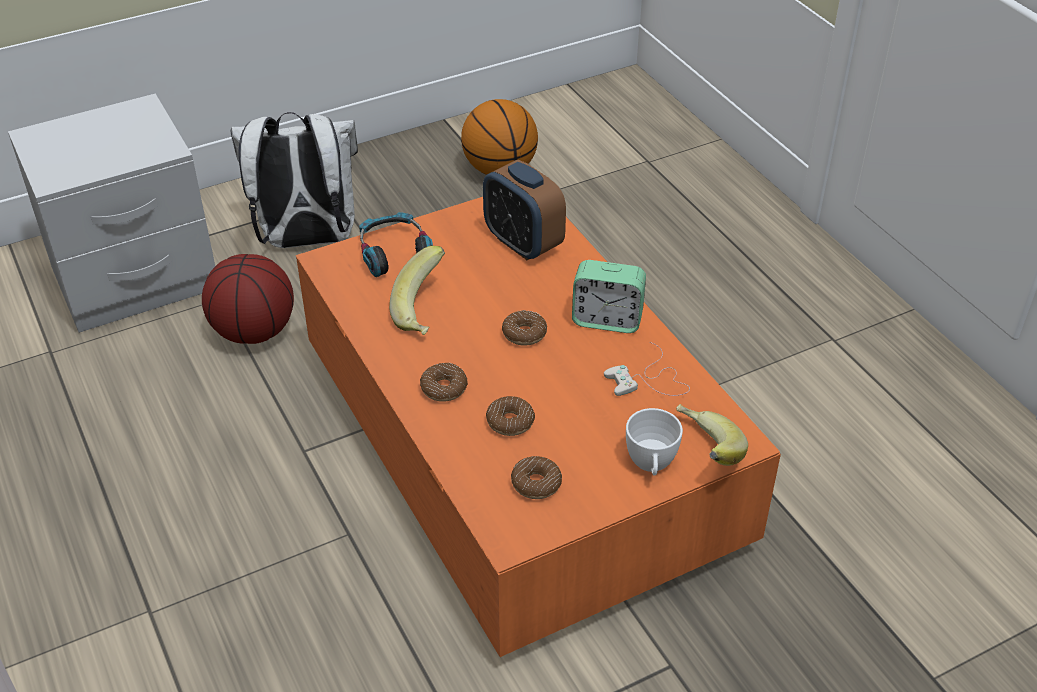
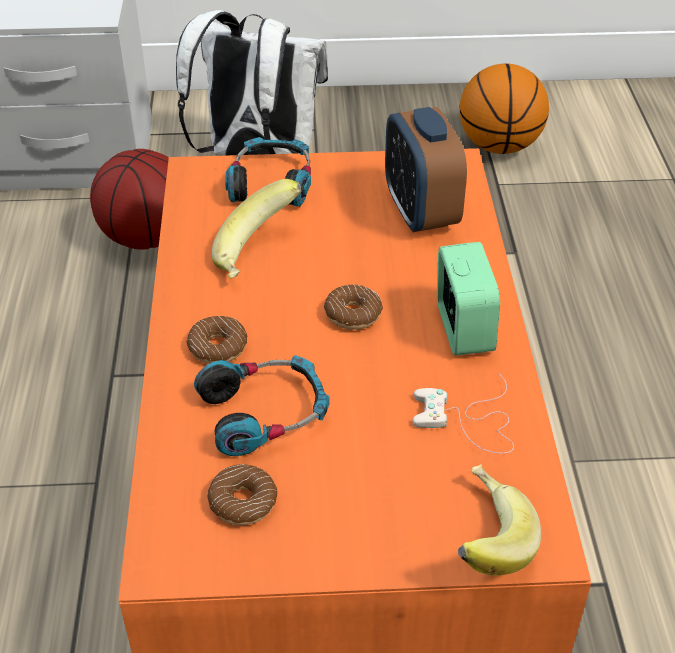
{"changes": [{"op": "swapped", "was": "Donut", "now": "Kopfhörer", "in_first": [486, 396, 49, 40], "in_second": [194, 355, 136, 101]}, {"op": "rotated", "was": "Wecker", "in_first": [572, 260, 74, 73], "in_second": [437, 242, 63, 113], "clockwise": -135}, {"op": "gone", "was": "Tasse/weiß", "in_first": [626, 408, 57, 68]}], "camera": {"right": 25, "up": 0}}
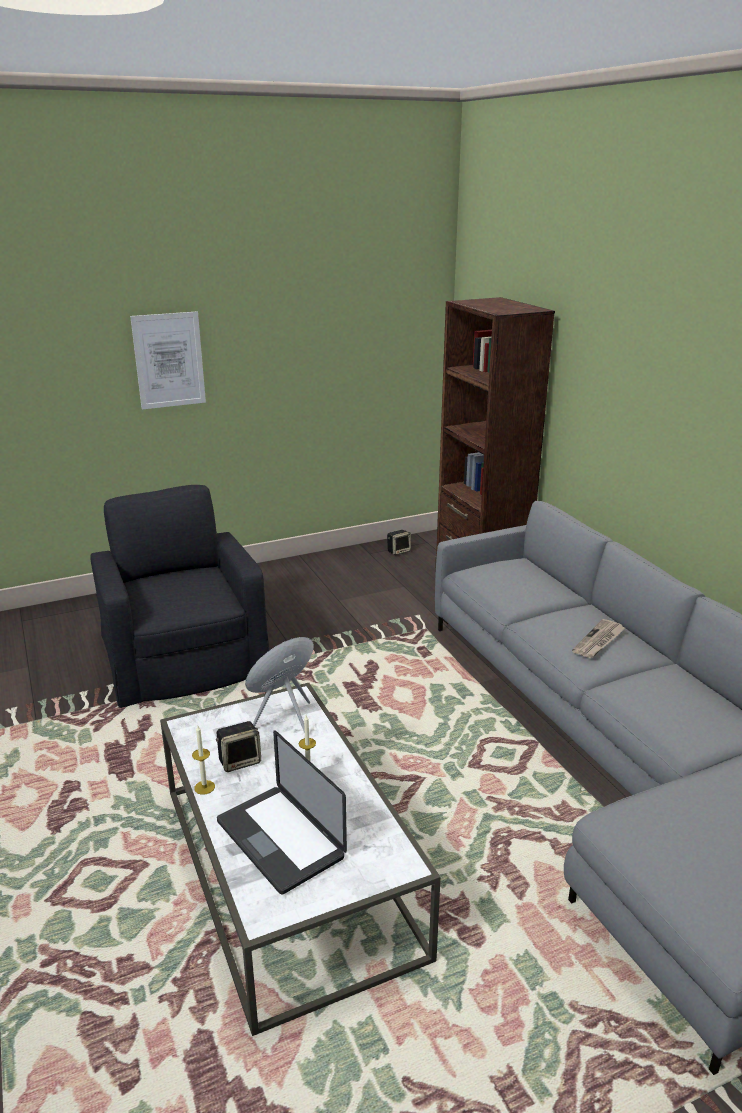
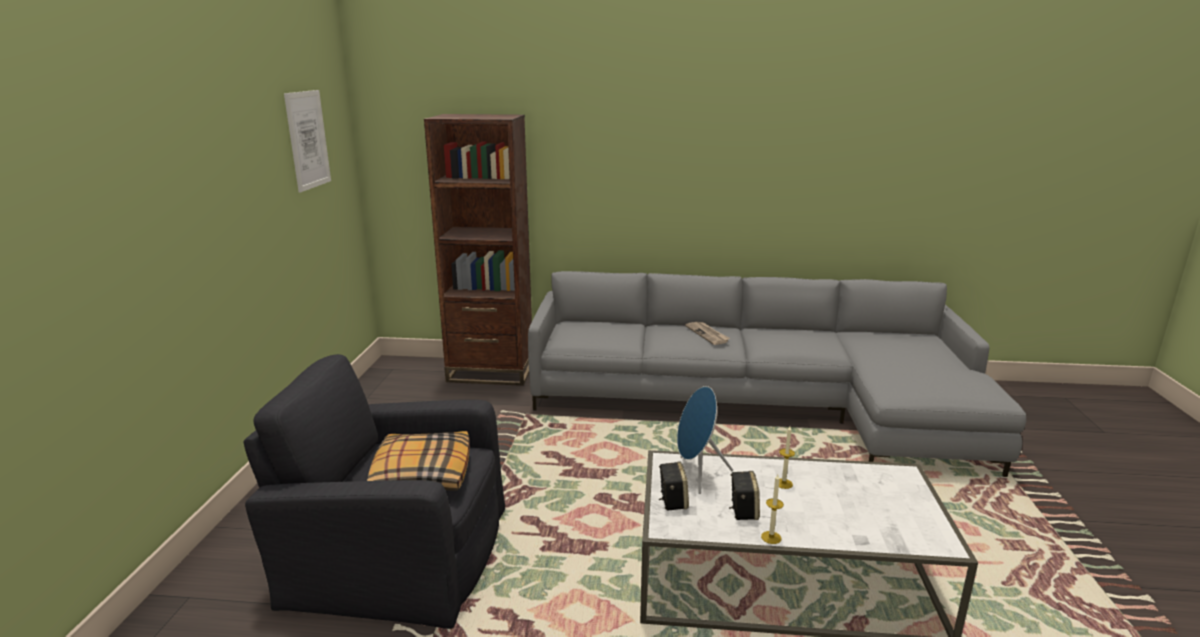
{"changes": [{"op": "shifted", "was": "Bild", "in_first": [130, 311, 76, 99], "in_second": [284, 90, 47, 102]}, {"op": "gone", "was": "Laptop", "in_first": [217, 730, 130, 164]}, {"op": "shifted", "was": "Lautsprecher", "in_first": [387, 530, 24, 25], "in_second": [659, 461, 30, 49]}, {"op": "new", "now": "Kissen", "in_second": [367, 431, 103, 60]}], "camera": {"right": -60, "up": -5}}
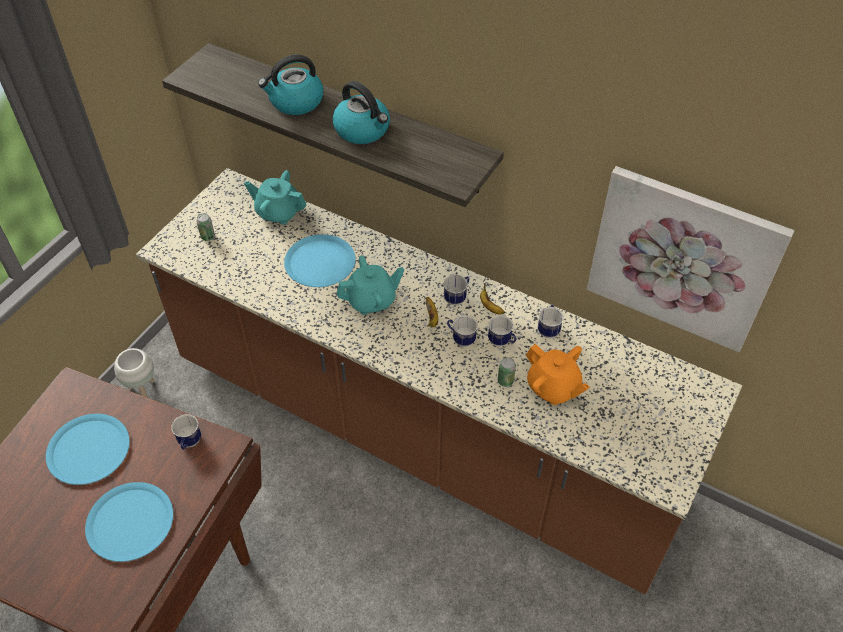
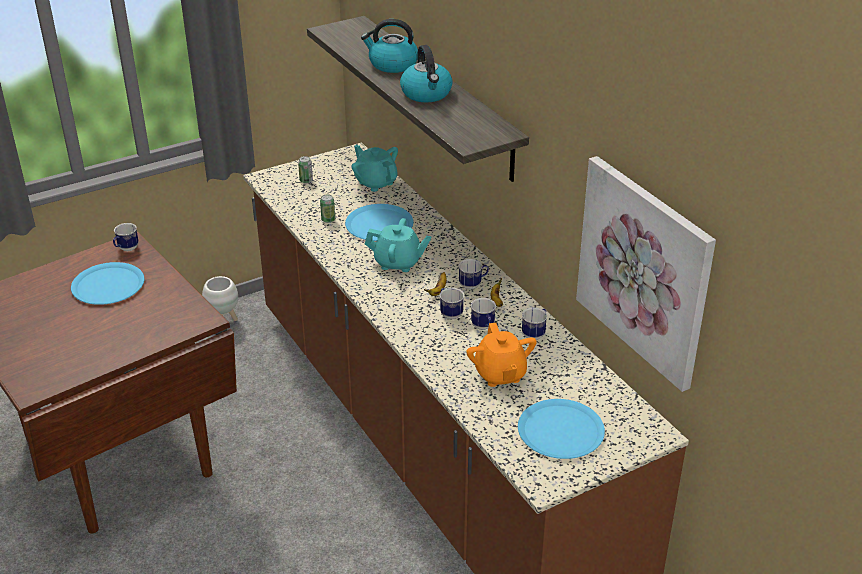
{"changes": [{"op": "shifted", "was": "Teller/blau", "in_first": [85, 482, 88, 80], "in_second": [518, 399, 87, 60]}, {"op": "shifted", "was": "Henkelbecher", "in_first": [171, 414, 30, 36], "in_second": [113, 223, 26, 28]}, {"op": "shifted", "was": "Dose", "in_first": [498, 357, 18, 30], "in_second": [320, 194, 15, 29]}], "camera": {"right": 30, "up": -15}}
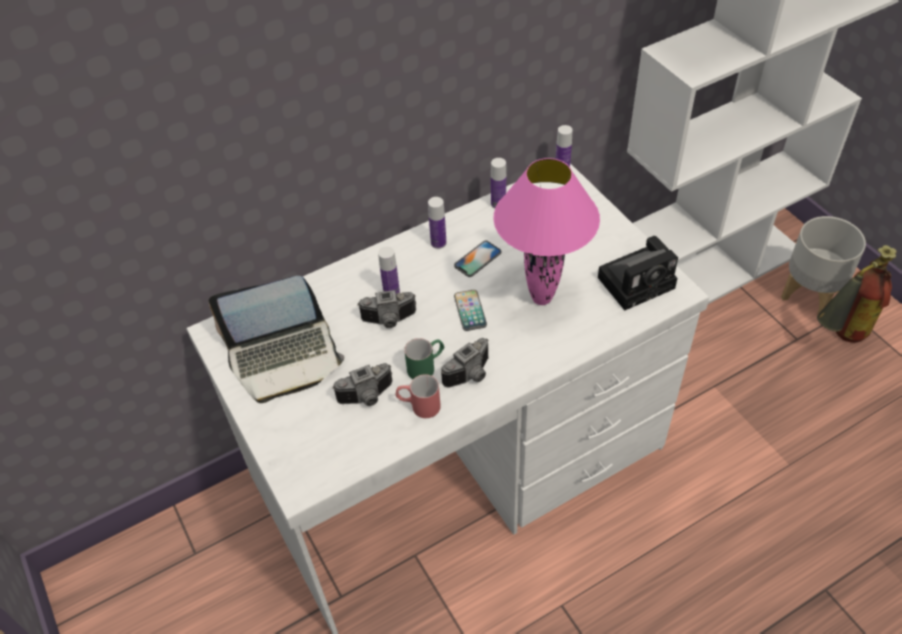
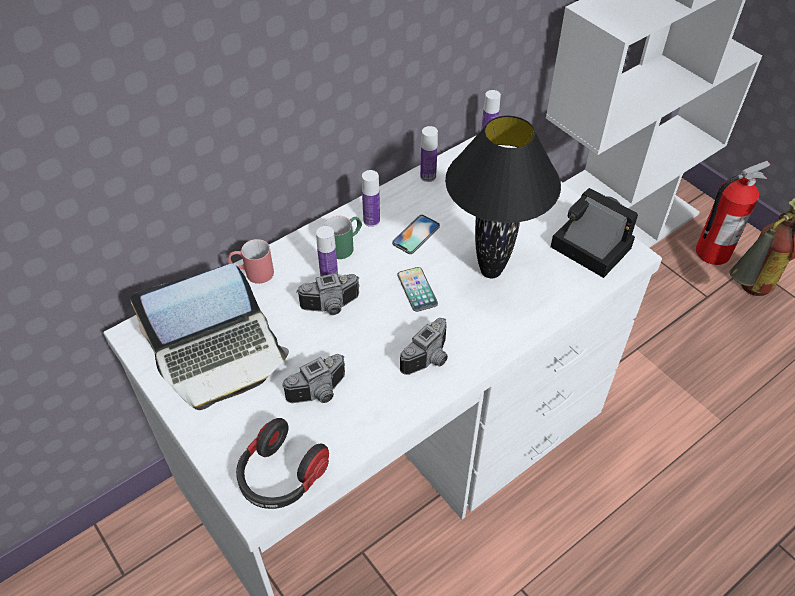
{"changes": [{"op": "shifted", "was": "Henkelbecher/rot", "in_first": [396, 374, 45, 44], "in_second": [228, 239, 46, 45]}, {"op": "shifted", "was": "Henkelbecher/grün", "in_first": [404, 338, 40, 41], "in_second": [324, 216, 38, 43]}, {"op": "repainted", "was": "Tischlampe/rosa", "now": "Tischlampe/schwarz", "in_first": [494, 158, 106, 147], "in_second": [445, 116, 116, 163]}, {"op": "rotated", "was": "Kamera", "in_first": [598, 236, 80, 74], "in_second": [550, 188, 88, 90], "clockwise": -105}, {"op": "swapped", "was": "Pflanzkübel/grau", "now": "Feuerlöscher", "in_first": [781, 216, 85, 98], "in_second": [696, 161, 75, 104]}, {"op": "new", "now": "Kopfhörer", "in_second": [236, 418, 93, 91]}], "camera": {"right": -10, "up": 0}}
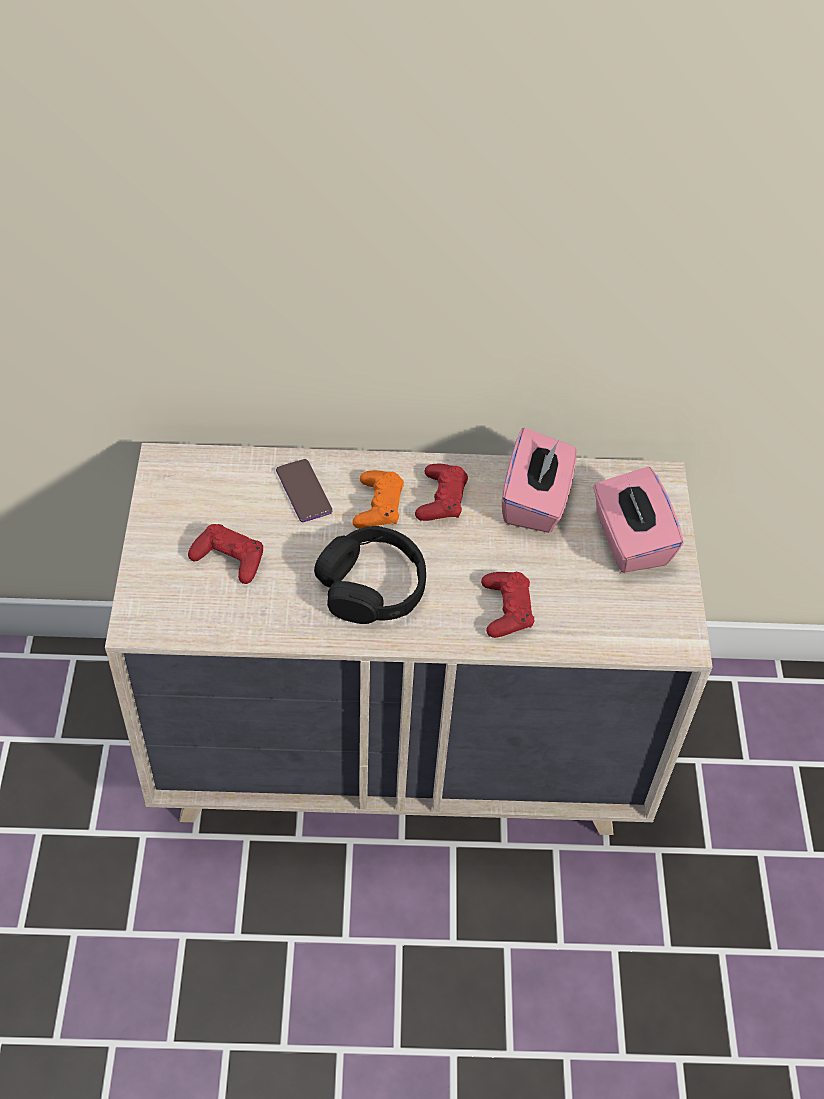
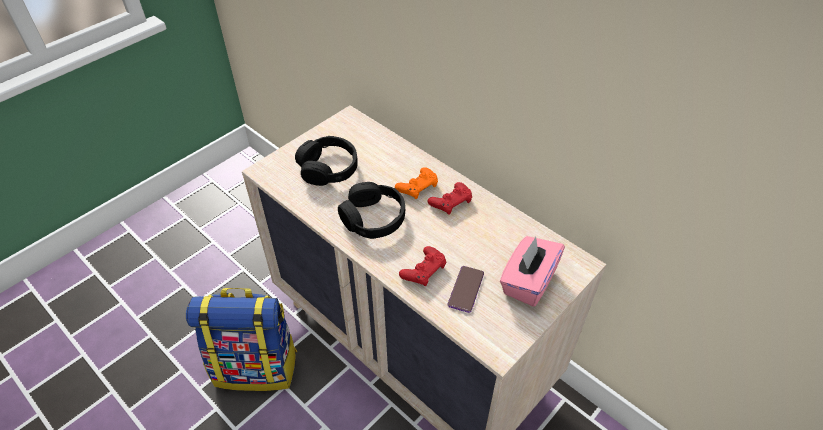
{"changes": [{"op": "swapped", "was": "Gamepad/rot", "now": "Kopfhörer/schwarz", "in_first": [188, 524, 75, 60], "in_second": [295, 136, 63, 50]}, {"op": "shifted", "was": "Handy", "in_first": [276, 459, 57, 63], "in_second": [447, 266, 37, 47]}, {"op": "gone", "was": "Taschentuchbox/rosa", "in_first": [502, 428, 75, 105]}, {"op": "new", "now": "Rucksack", "in_second": [186, 288, 111, 103]}], "camera": {"right": 45, "up": -5}}
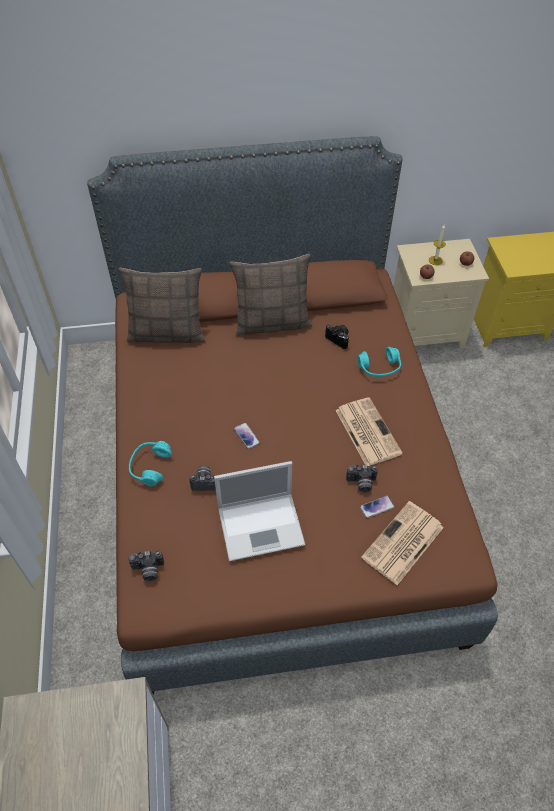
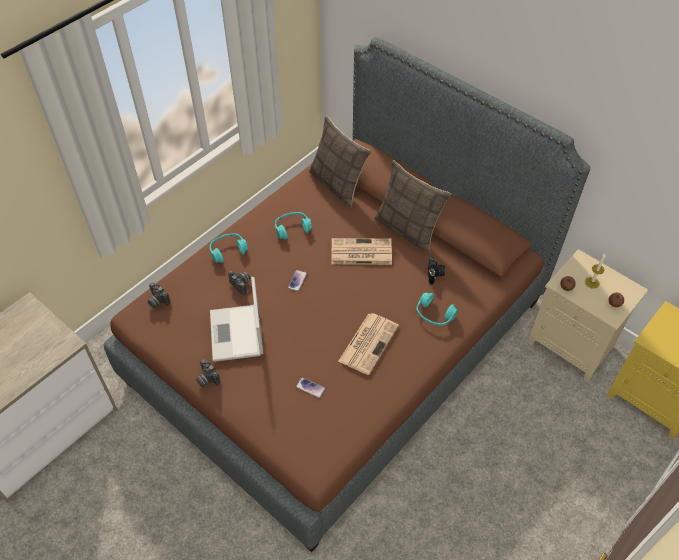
{"changes": [{"op": "rotated", "was": "Laptop", "in_first": [214, 461, 91, 100], "in_second": [210, 277, 53, 85], "clockwise": 45}, {"op": "shifted", "was": "Kamera", "in_first": [346, 465, 32, 28], "in_second": [196, 359, 25, 28]}, {"op": "shifted", "was": "Zeitung", "in_first": [361, 501, 83, 84], "in_second": [331, 238, 61, 27]}, {"op": "new", "now": "Kopfhörer/türkis", "in_second": [275, 212, 37, 27]}], "camera": {"right": 50, "up": 0}}
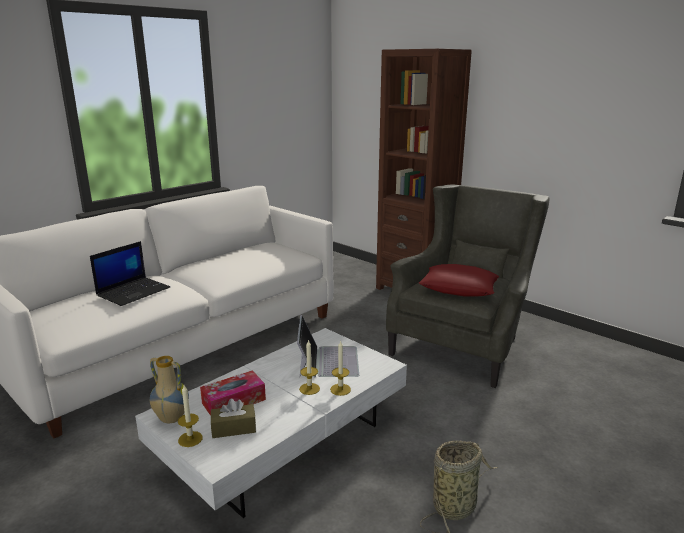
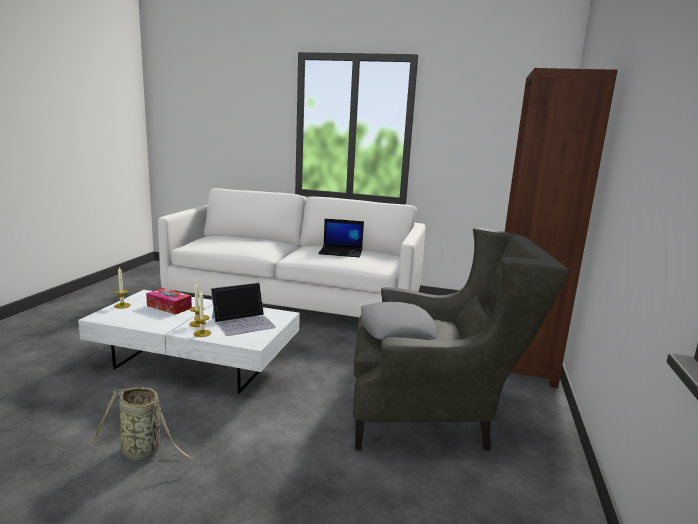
{"changes": [{"op": "shifted", "was": "Laptop", "in_first": [90, 241, 80, 65], "in_second": [319, 219, 45, 38]}, {"op": "gone", "was": "Vase", "in_first": [150, 356, 39, 68]}, {"op": "gone", "was": "Taschentuchbox/braun", "in_first": [211, 398, 45, 40]}, {"op": "repainted", "was": "Kissen/rot", "now": "Kissen/grau", "in_first": [419, 264, 80, 33], "in_second": [361, 302, 78, 38]}], "camera": {"right": 60, "up": -5}}
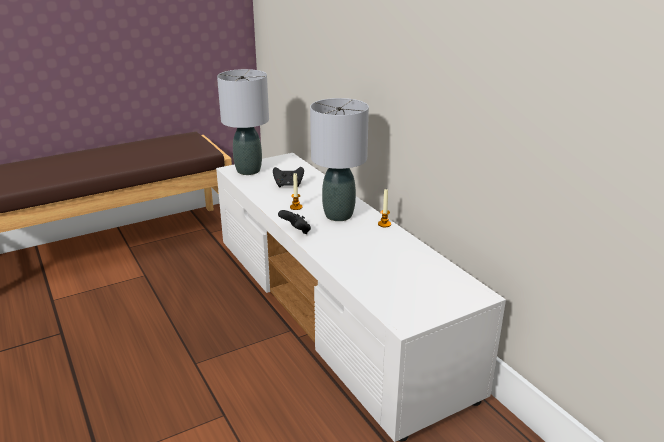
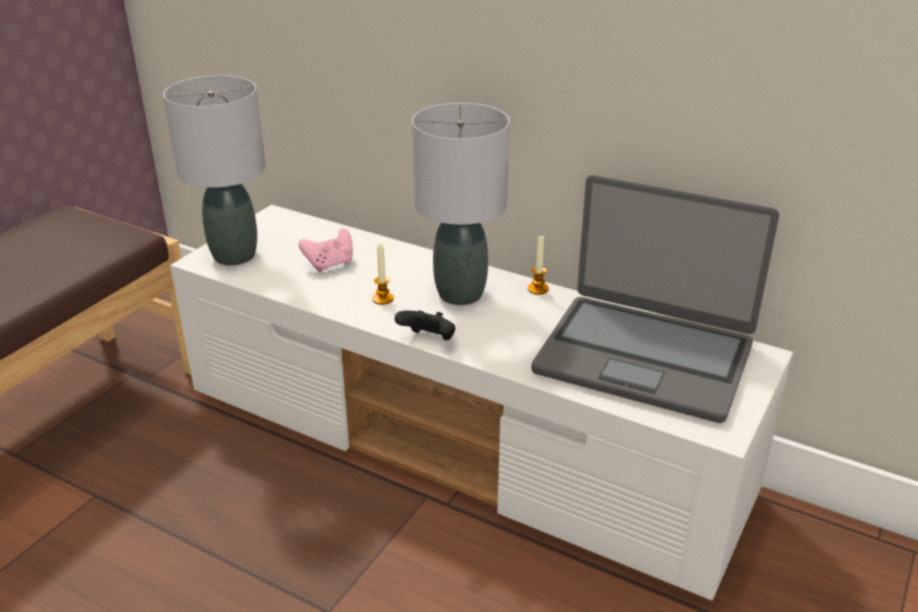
{"changes": [{"op": "repainted", "was": "Gamepad/schwarz", "now": "Gamepad/rosa", "in_first": [273, 167, 31, 21], "in_second": [298, 228, 55, 44]}, {"op": "new", "now": "Laptop", "in_second": [531, 175, 248, 248]}], "camera": {"right": -30, "up": 5}}
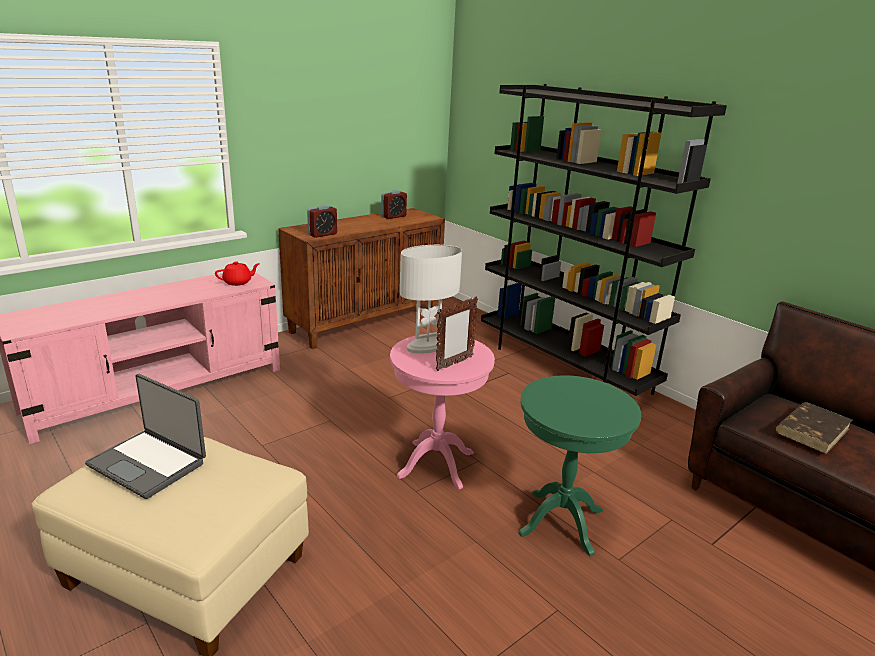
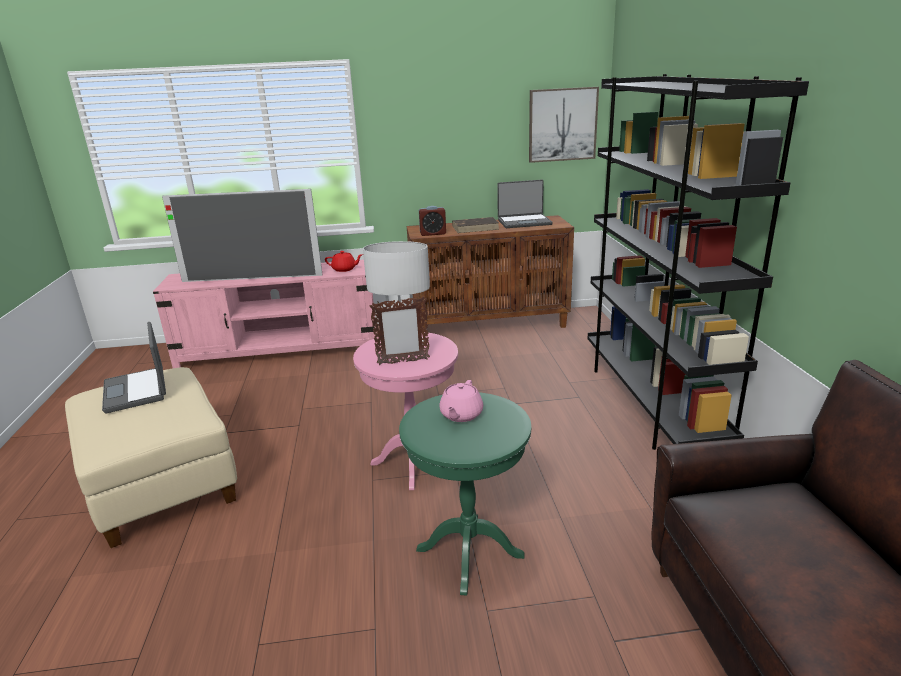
{"changes": [{"op": "swapped", "was": "Wecker", "now": "Laptop", "in_first": [381, 190, 26, 29], "in_second": [497, 180, 56, 48]}, {"op": "shifted", "was": "Buch/braun", "in_first": [776, 402, 76, 52], "in_second": [452, 217, 47, 16]}, {"op": "new", "now": "Fernseher", "in_second": [162, 189, 161, 93]}, {"op": "new", "now": "Teekanne/rosa", "in_second": [439, 380, 44, 42]}, {"op": "new", "now": "Bild", "in_second": [529, 87, 70, 76]}], "camera": {"right": 35, "up": 0}}
